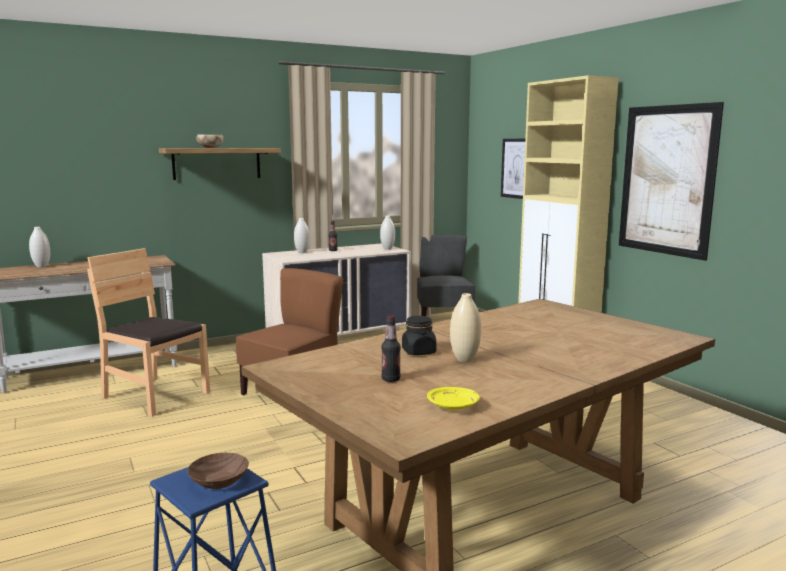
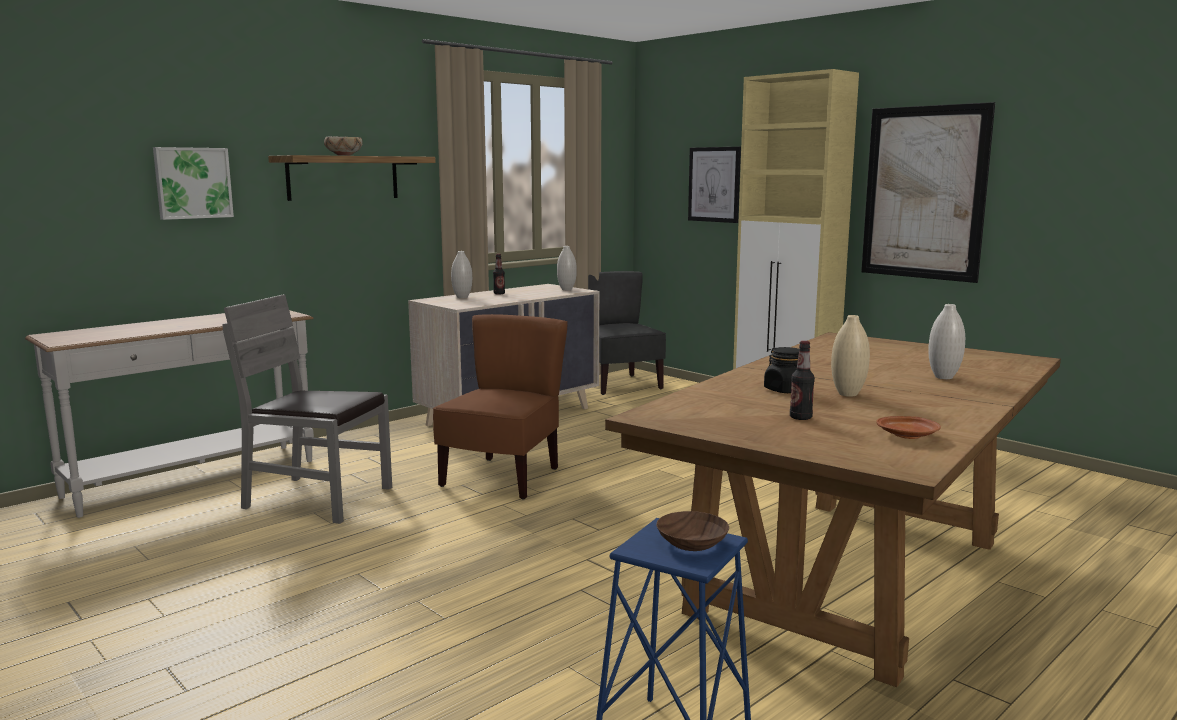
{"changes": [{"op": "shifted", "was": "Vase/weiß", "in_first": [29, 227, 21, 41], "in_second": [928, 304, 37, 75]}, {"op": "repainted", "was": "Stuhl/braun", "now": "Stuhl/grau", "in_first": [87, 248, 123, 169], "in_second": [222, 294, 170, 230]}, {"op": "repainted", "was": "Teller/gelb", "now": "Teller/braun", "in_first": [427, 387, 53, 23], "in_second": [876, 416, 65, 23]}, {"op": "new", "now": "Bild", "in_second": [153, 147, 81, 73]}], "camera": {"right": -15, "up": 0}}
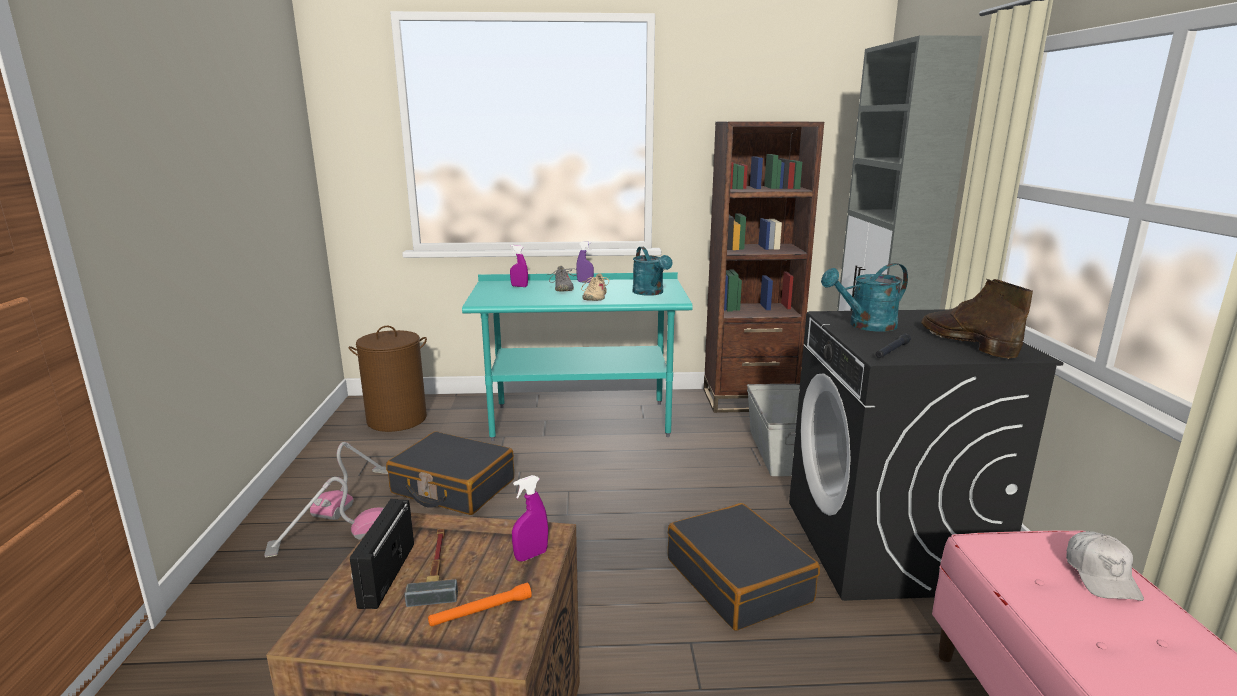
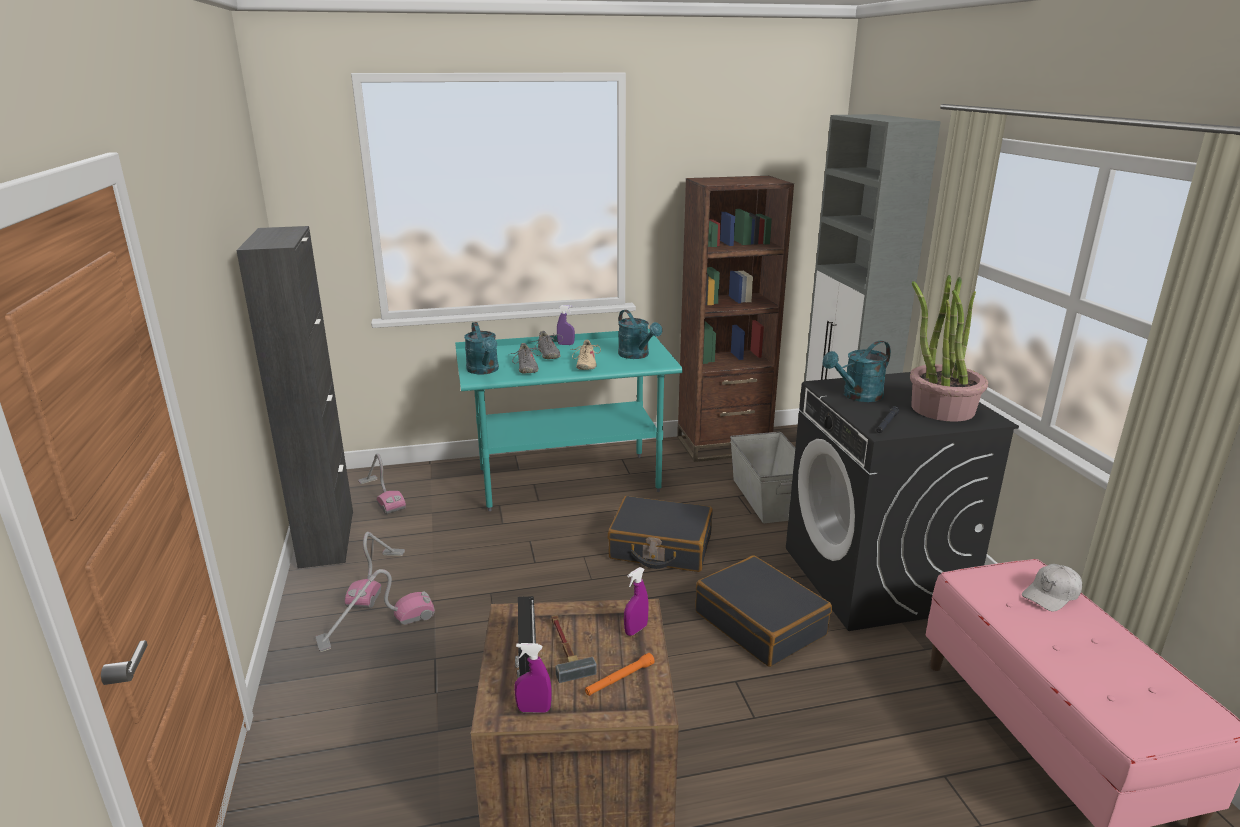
{"changes": [{"op": "swapped", "was": "Wäschekorb/braun", "now": "Staubsauger", "in_first": [349, 326, 78, 106], "in_second": [358, 453, 48, 61]}, {"op": "shifted", "was": "Koffer/schwarz", "in_first": [386, 431, 128, 84], "in_second": [608, 496, 105, 76]}, {"op": "shifted", "was": "Sprühflasche/lila", "in_first": [510, 245, 18, 42], "in_second": [514, 643, 38, 70]}, {"op": "swapped", "was": "Stiefel/braun", "now": "Topfpflanze", "in_first": [921, 279, 112, 80], "in_second": [910, 275, 78, 147]}, {"op": "rotated", "was": "Kappe/weiß", "in_first": [1066, 531, 78, 70], "in_second": [1022, 564, 60, 48], "clockwise": 60}, {"op": "new", "now": "Schrank/schwarz", "in_second": [236, 226, 117, 343]}, {"op": "new", "now": "Gießkanne/türkis", "in_second": [464, 322, 35, 52]}, {"op": "new", "now": "Schuh/grau", "in_second": [511, 343, 31, 30]}], "camera": {"right": -10, "up": 5}}
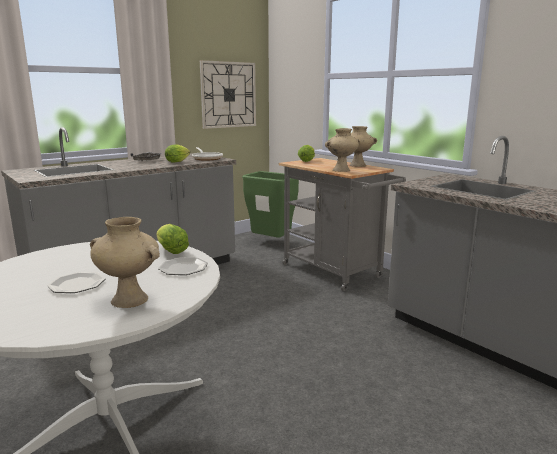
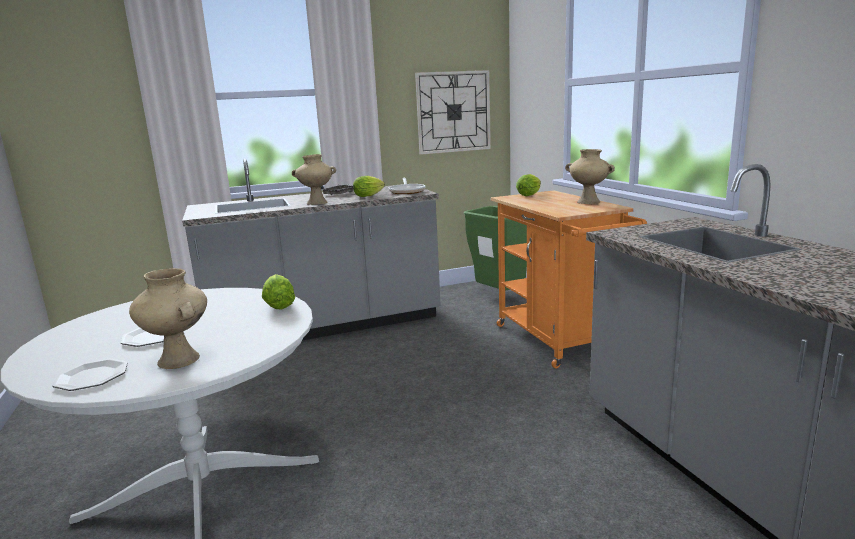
{"changes": [{"op": "shifted", "was": "Teller", "in_first": [158, 257, 50, 18], "in_second": [52, 359, 76, 32]}, {"op": "repainted", "was": "Rollwagen/grau", "now": "Rollwagen/orange", "in_first": [279, 158, 127, 133], "in_second": [491, 191, 156, 178]}, {"op": "shifted", "was": "Vase/beige", "in_first": [325, 128, 35, 44], "in_second": [292, 154, 44, 51]}], "camera": {"right": 20, "up": 0}}
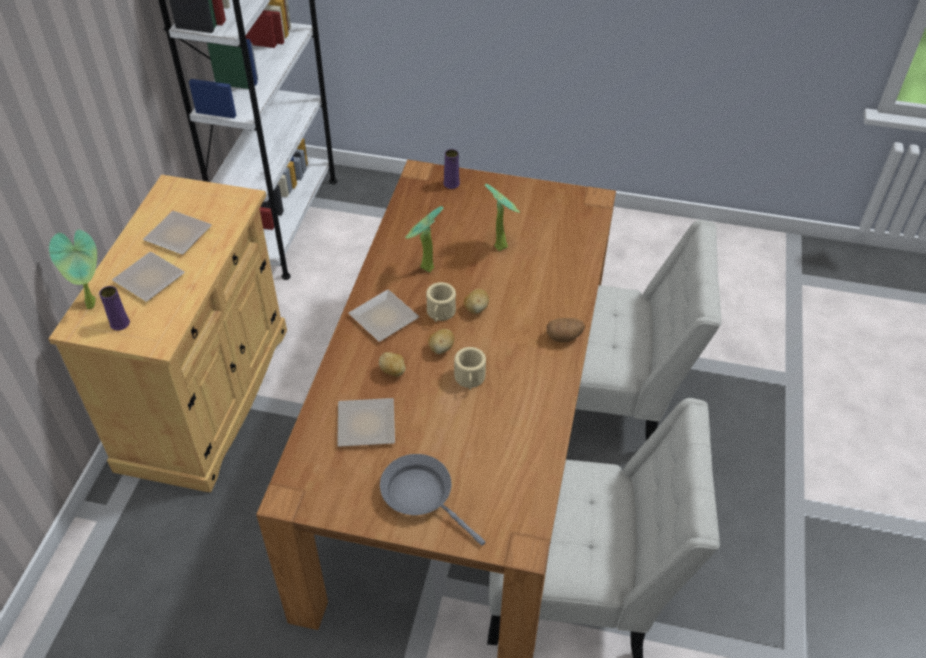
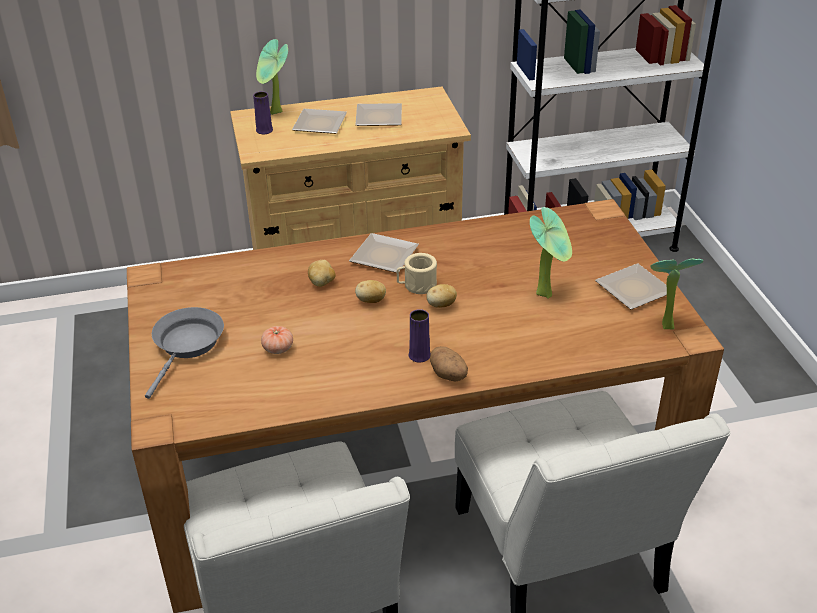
{"changes": [{"op": "shifted", "was": "Teller", "in_first": [337, 398, 58, 49], "in_second": [595, 263, 72, 47]}, {"op": "shifted", "was": "Topfpflanze", "in_first": [405, 206, 38, 66], "in_second": [651, 259, 52, 70]}, {"op": "shifted", "was": "Vase/lila", "in_first": [443, 149, 17, 40], "in_second": [409, 309, 22, 53]}, {"op": "gone", "was": "Henkelbecher/beige", "in_first": [454, 347, 32, 43]}, {"op": "new", "now": "Tomate", "in_second": [261, 326, 32, 28]}], "camera": {"right": 65, "up": -10}}
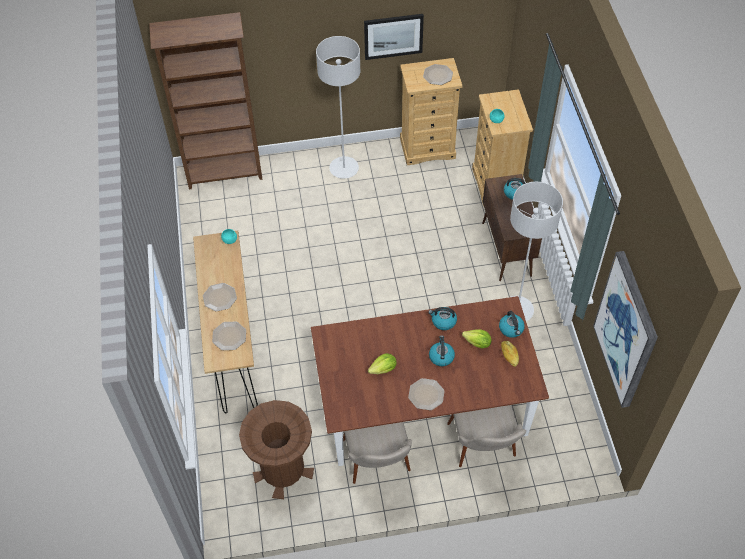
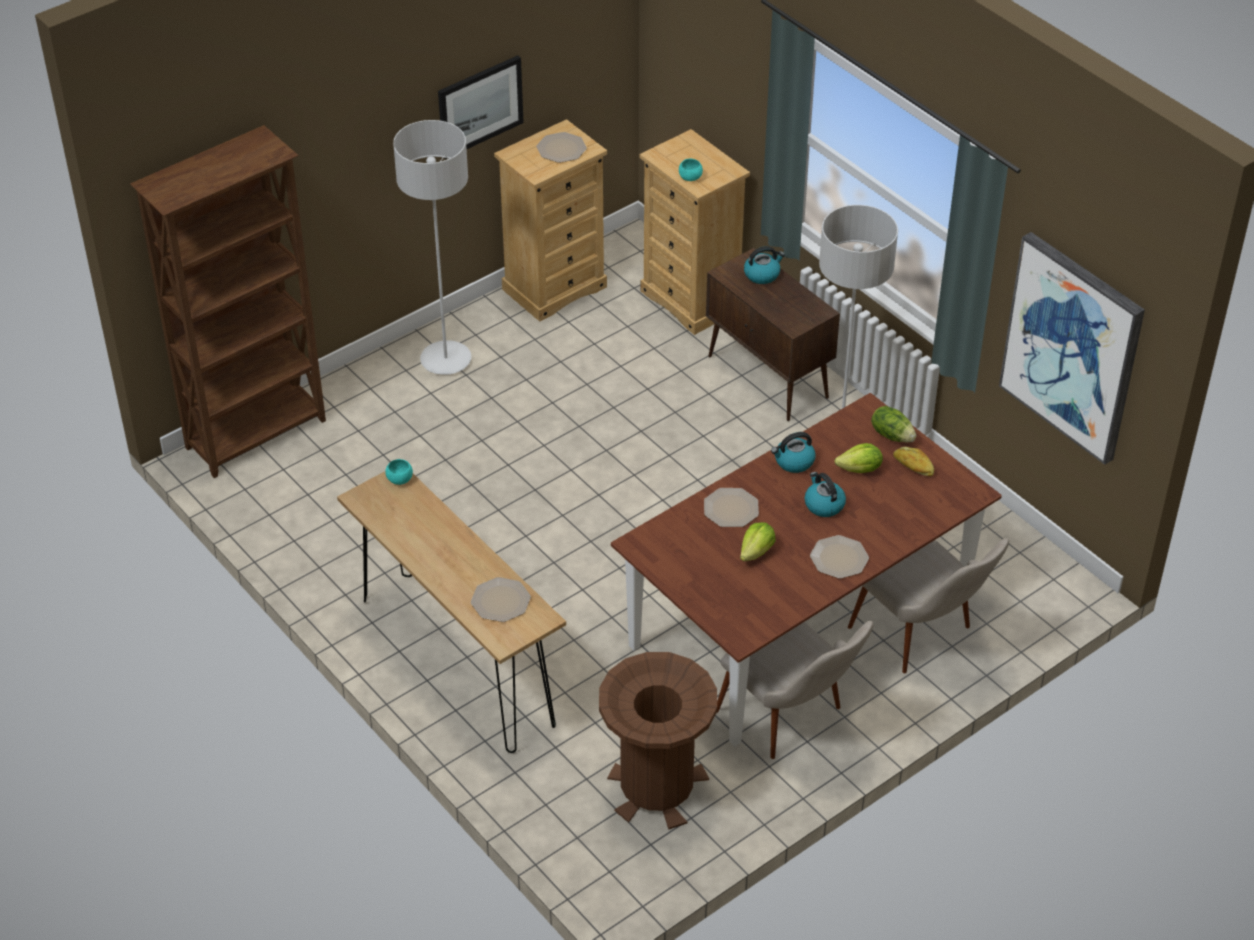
{"changes": [{"op": "shifted", "was": "Teller", "in_first": [203, 283, 34, 29], "in_second": [704, 488, 55, 39]}, {"op": "swapped", "was": "Wasserkessel", "now": "Salatkopf", "in_first": [499, 311, 26, 27], "in_second": [871, 406, 45, 37]}], "camera": {"right": -30, "up": -10}}
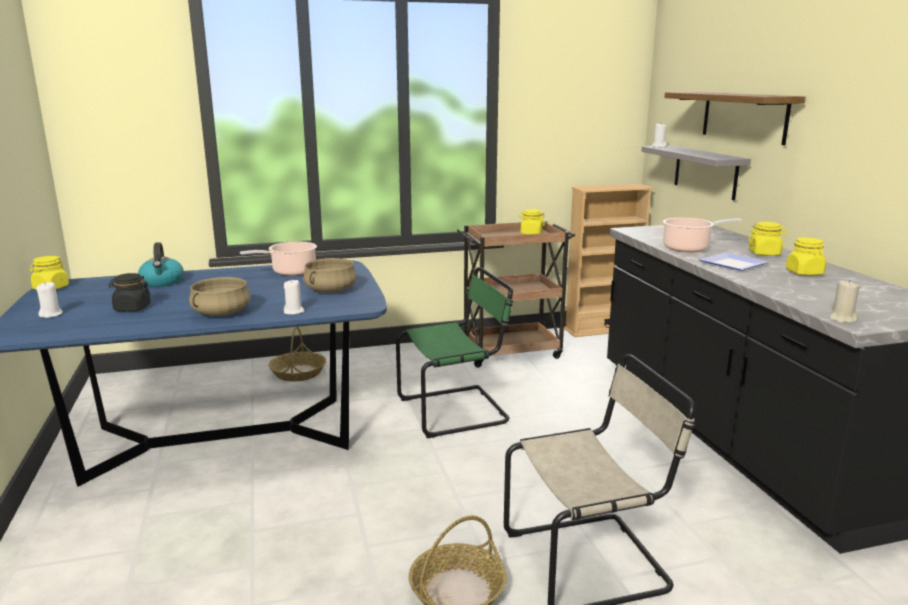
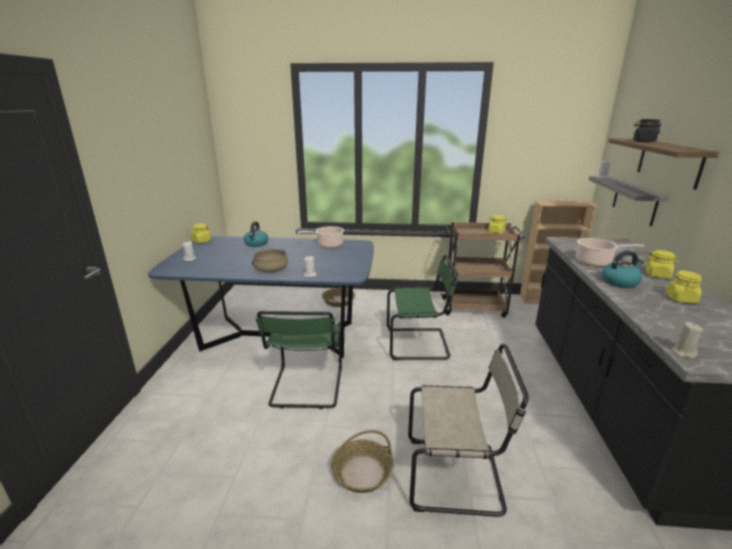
{"changes": [{"op": "shifted", "was": "Vorratsglas/schwarz", "in_first": [108, 273, 43, 39], "in_second": [633, 119, 28, 23]}, {"op": "gone", "was": "Kochtopf/beige", "in_first": [303, 258, 54, 34]}, {"op": "swapped", "was": "Teller", "now": "Wasserkessel", "in_first": [699, 252, 70, 19], "in_second": [602, 251, 42, 37]}, {"op": "new", "now": "Stuhl/grün", "in_second": [256, 311, 86, 98]}], "camera": {"right": 20, "up": 5}}
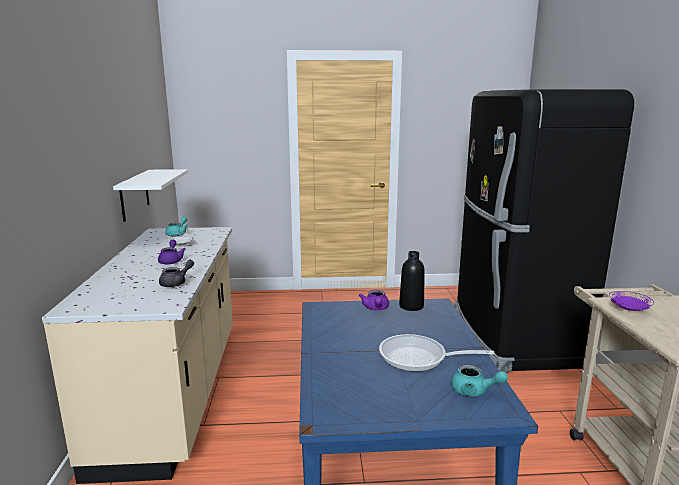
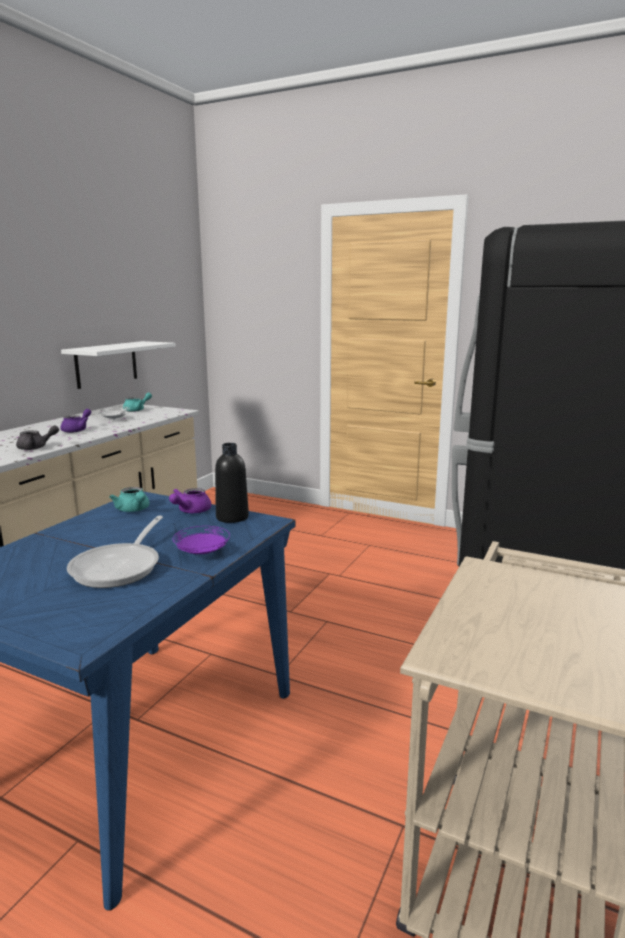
{"changes": [{"op": "rotated", "was": "Pfanne", "in_first": [379, 334, 115, 38], "in_second": [67, 516, 96, 72], "clockwise": -120}, {"op": "shifted", "was": "Teekanne/türkis", "in_first": [451, 365, 57, 32], "in_second": [109, 487, 40, 25]}, {"op": "shifted", "was": "Teller/lila", "in_first": [609, 291, 45, 20], "in_second": [173, 526, 57, 28]}], "camera": {"right": 30, "up": 0}}
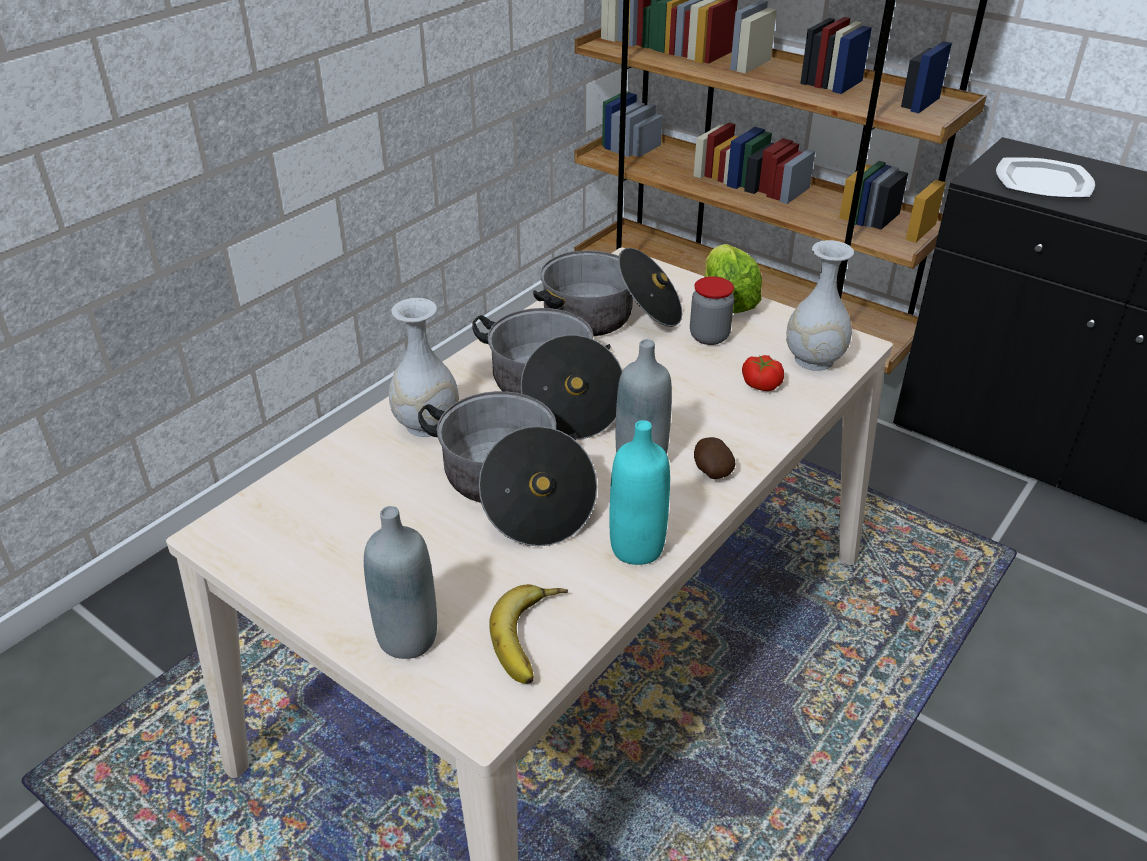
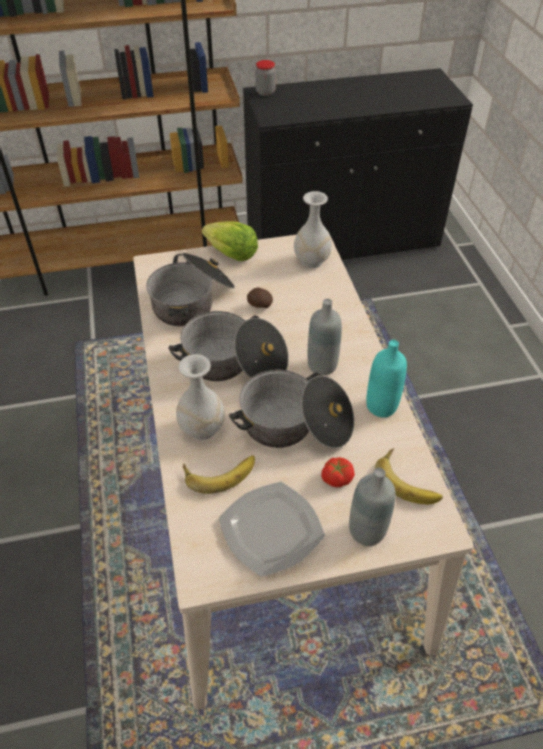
{"changes": [{"op": "shifted", "was": "Vorratsglas", "in_first": [690, 276, 44, 69], "in_second": [255, 60, 21, 36]}, {"op": "shifted", "was": "Kartoffel", "in_first": [694, 437, 41, 42], "in_second": [247, 288, 26, 20]}, {"op": "shifted", "was": "Tomate", "in_first": [742, 355, 42, 36], "in_second": [321, 457, 34, 30]}, {"op": "shifted", "was": "Teller", "in_first": [996, 157, 99, 41], "in_second": [219, 482, 106, 95]}, {"op": "new", "now": "Banane", "in_second": [183, 455, 72, 39]}], "camera": {"right": -50, "up": 10}}
